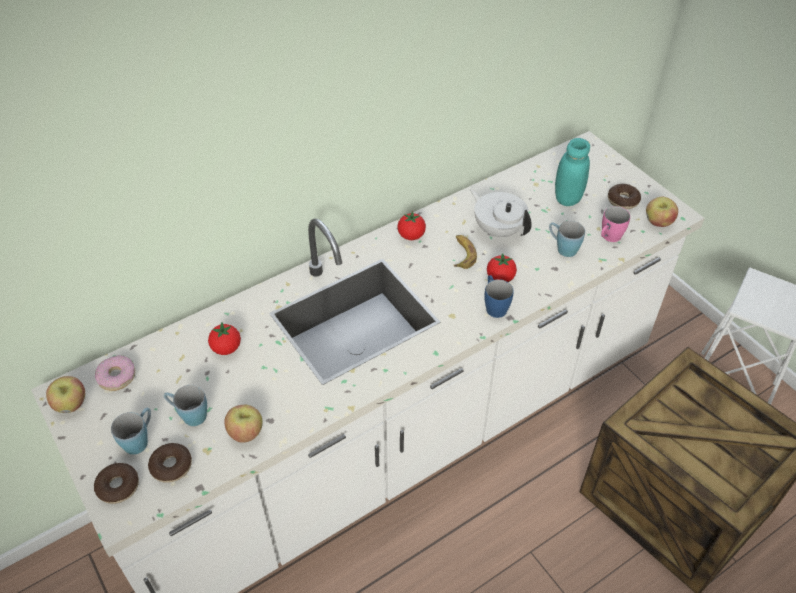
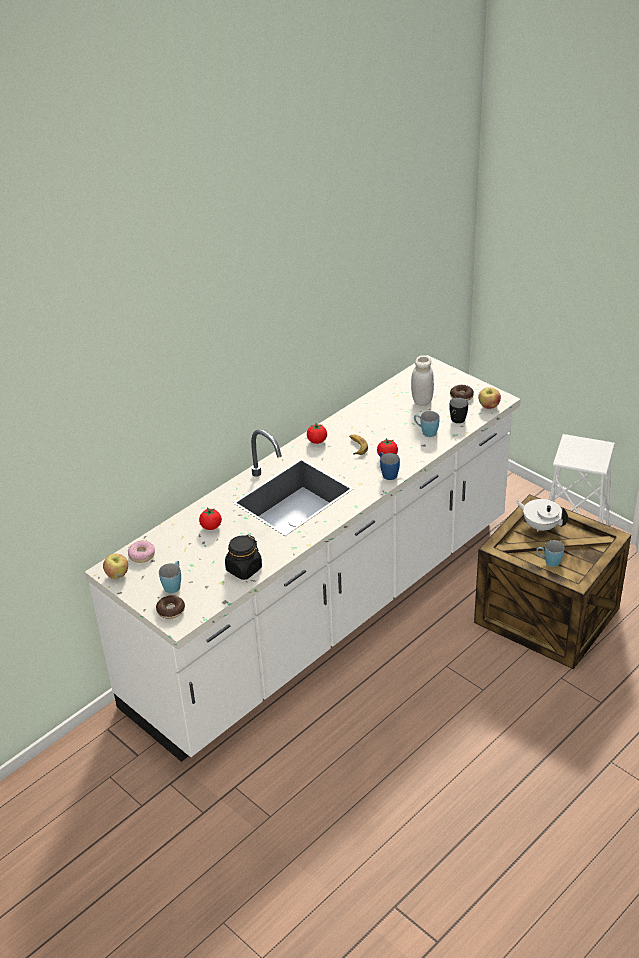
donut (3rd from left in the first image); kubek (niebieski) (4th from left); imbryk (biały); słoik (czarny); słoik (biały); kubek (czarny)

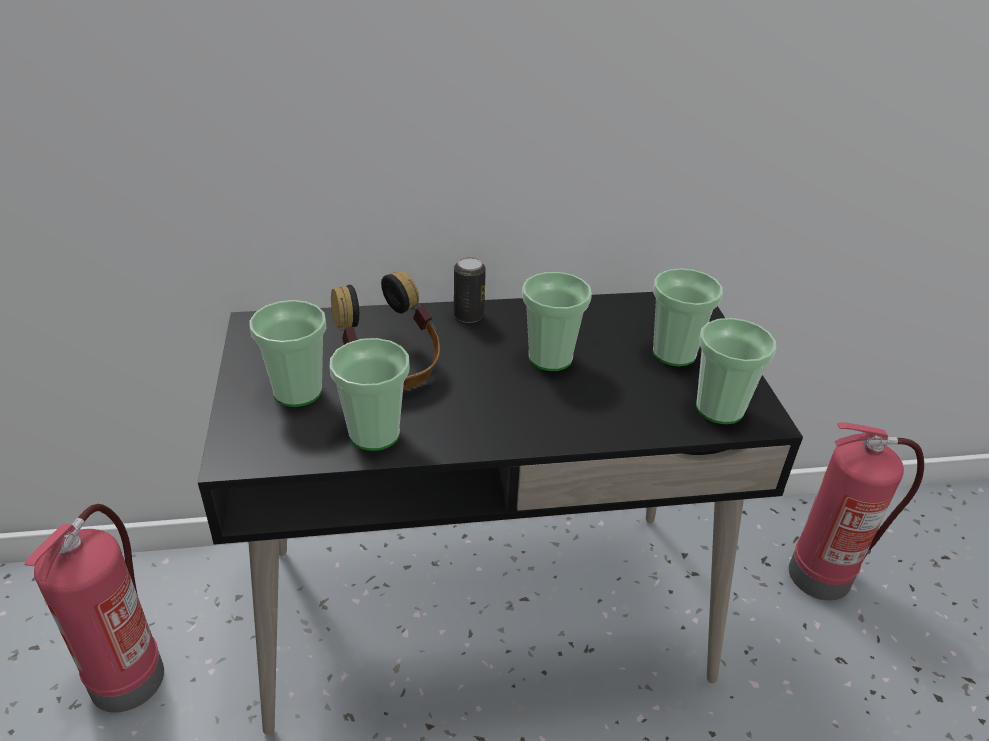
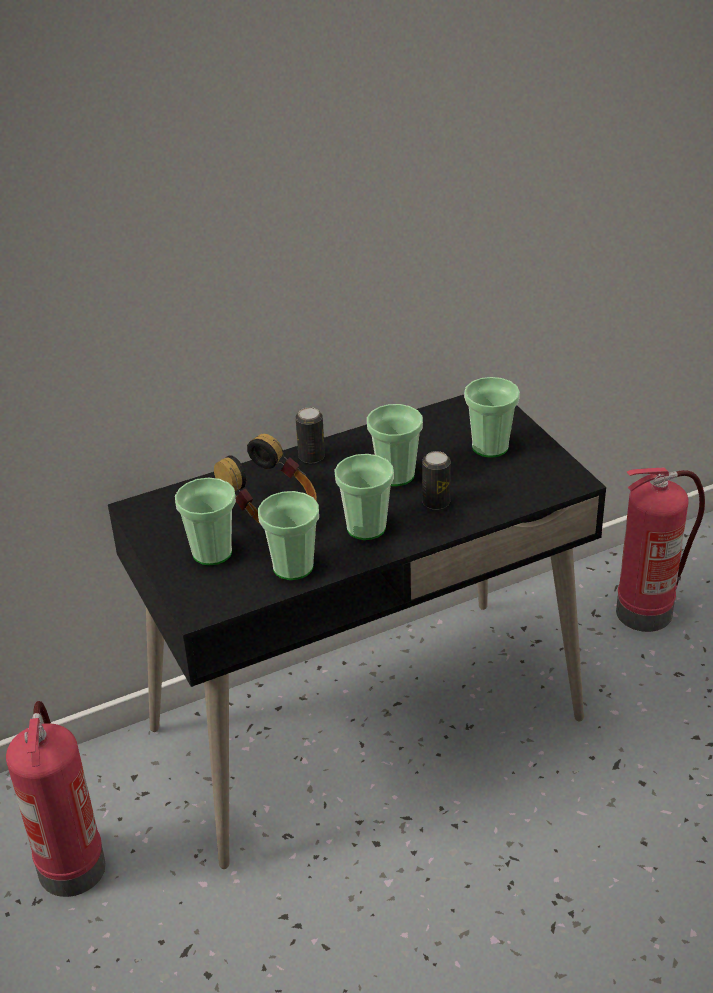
puszka (2nd from left); filiżanka (3rd from left)

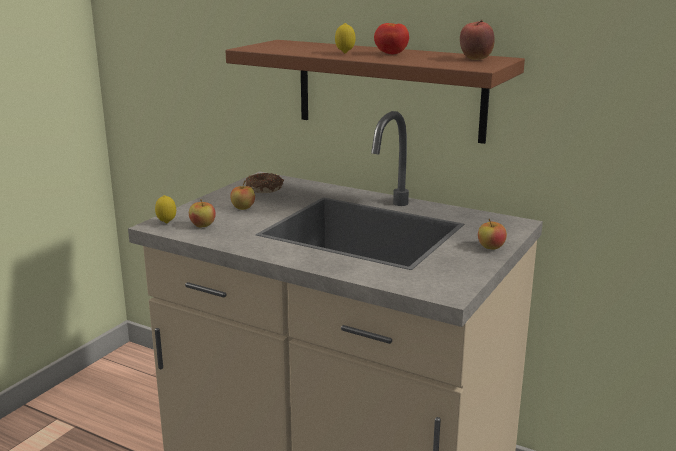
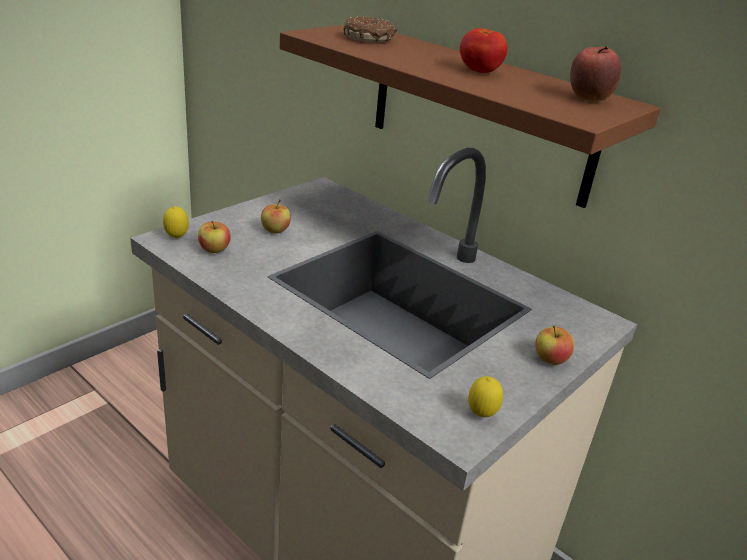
donut; cytryna (2nd from left)

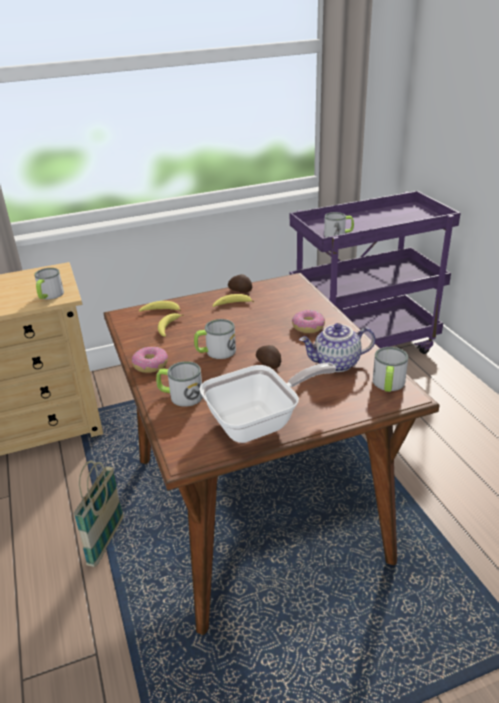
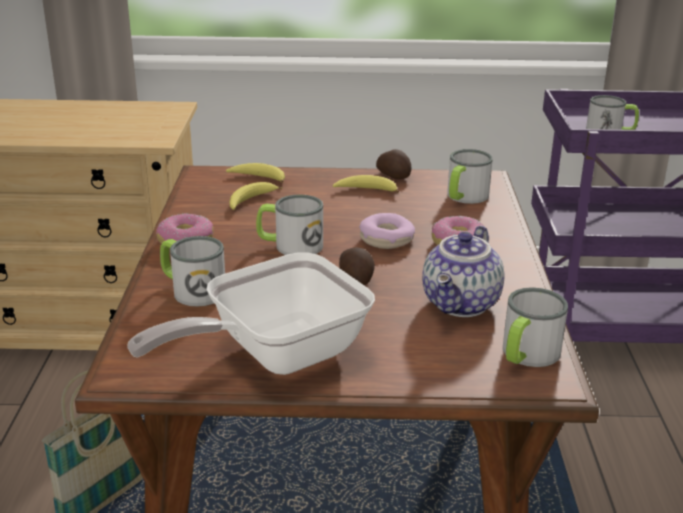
donut (2nd from left); kubek (3rd from left); patelnia; imbryk

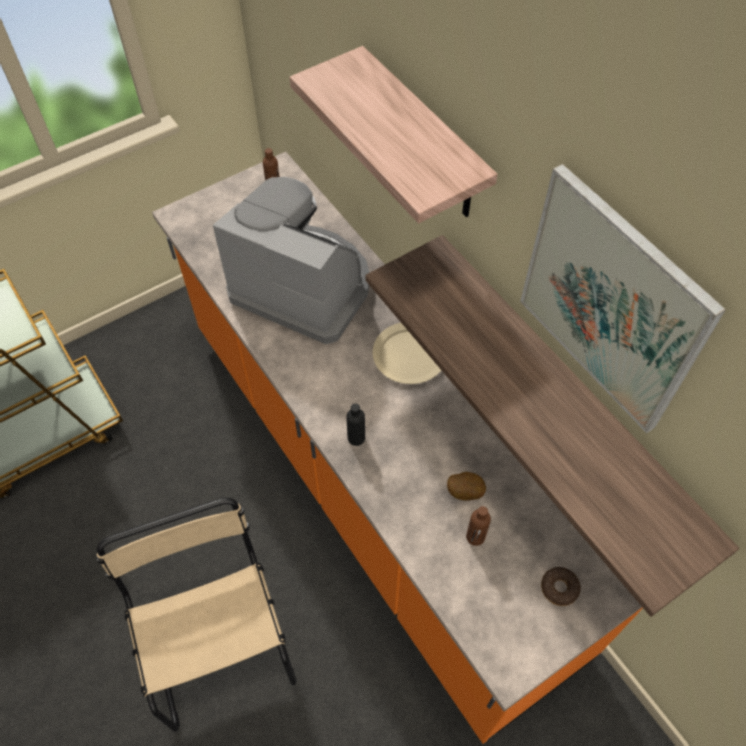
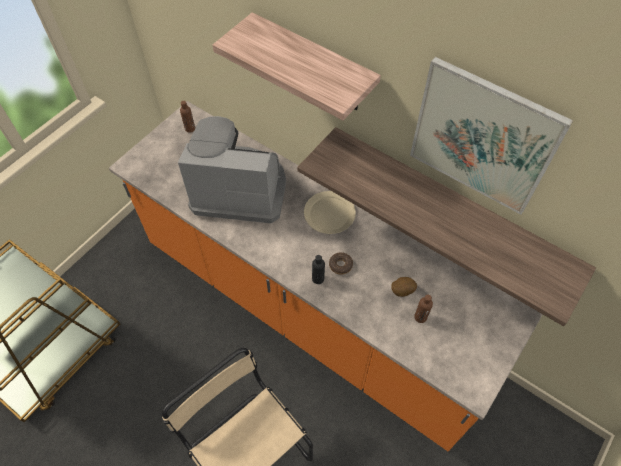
donut

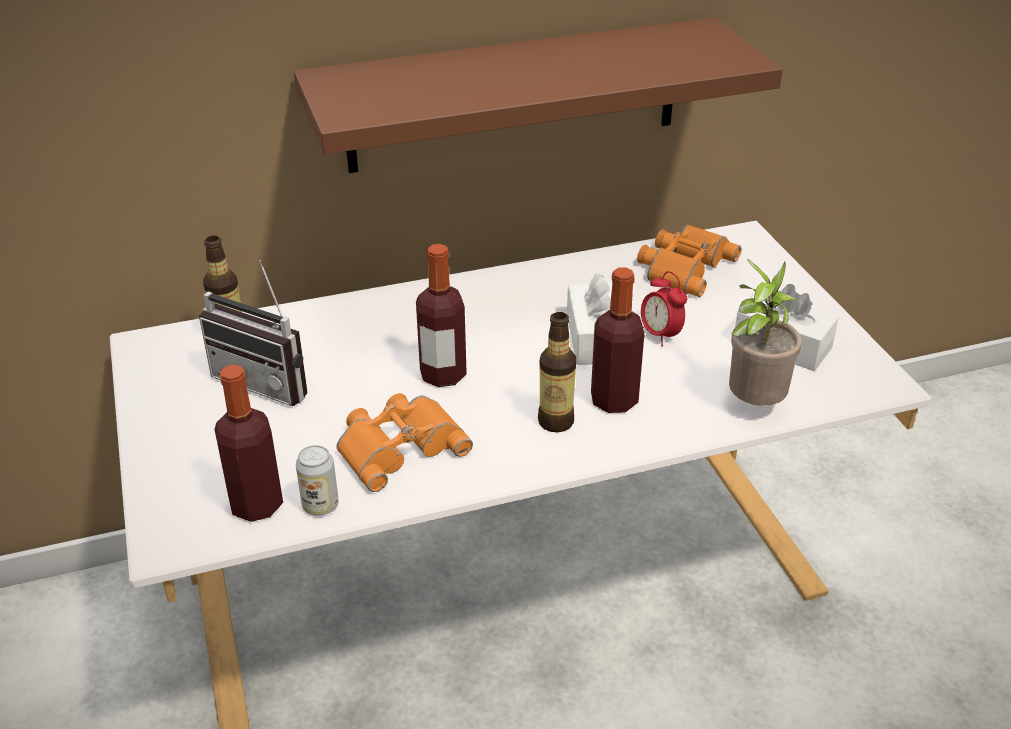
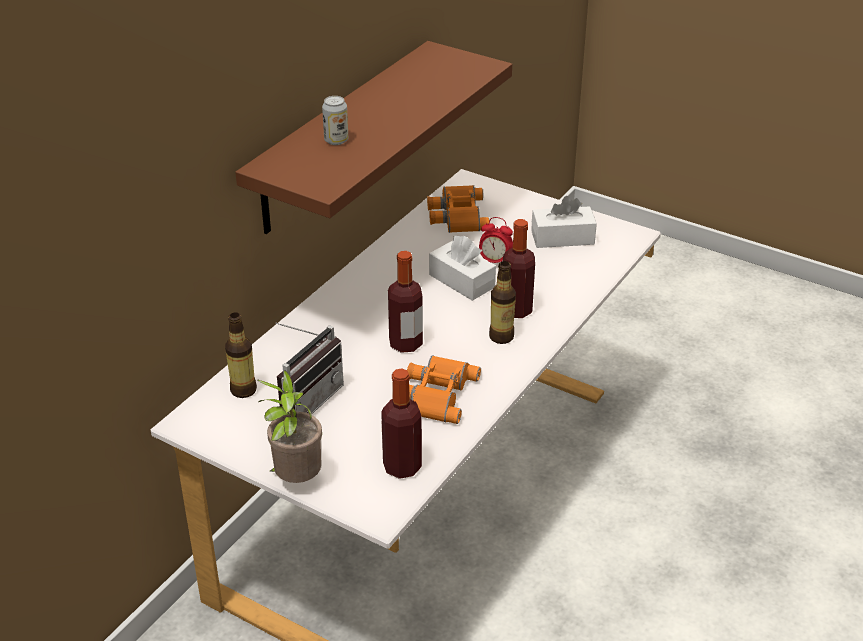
puszka; roślina doniczkowa; radio

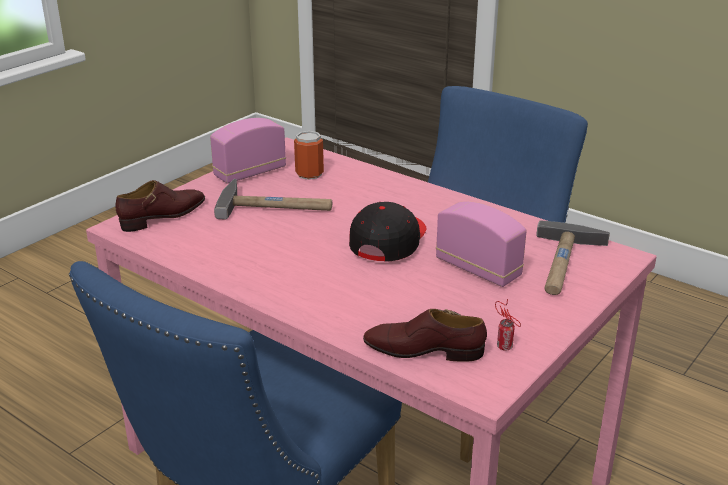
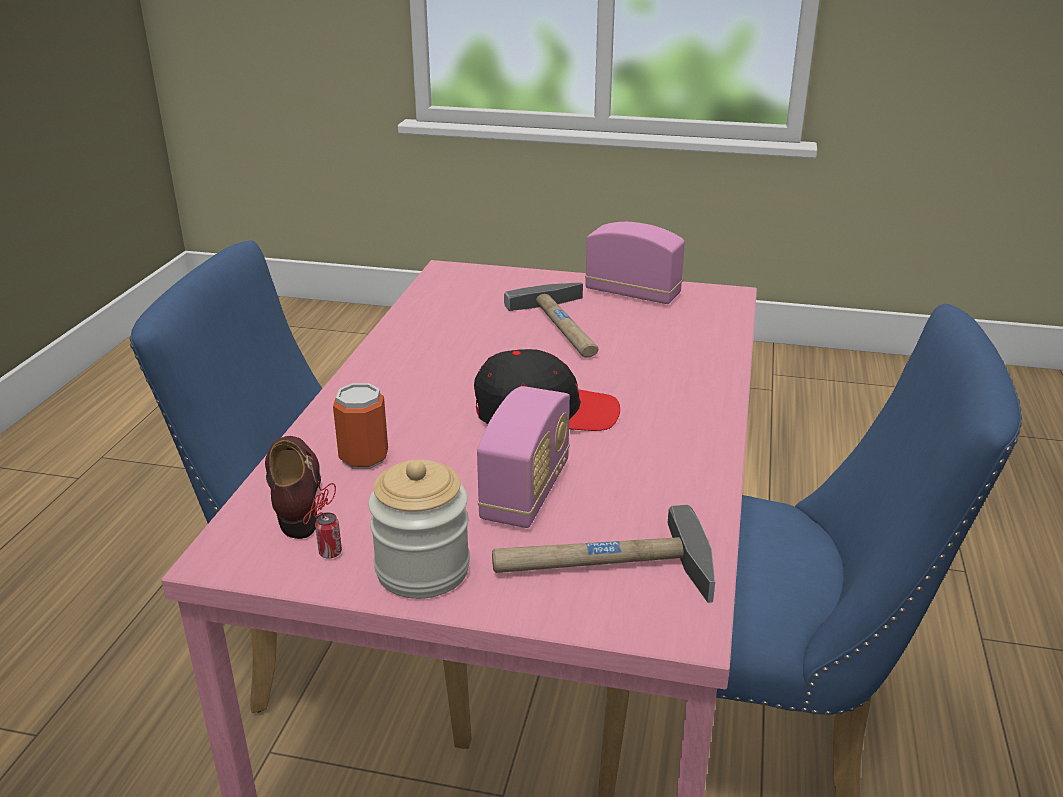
but (brązowy) (1st from left in the first image); słoik; puszka (2nd from left)

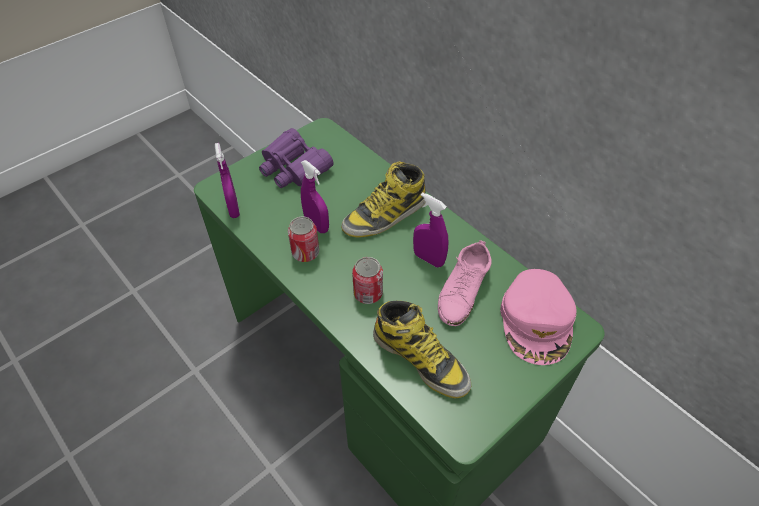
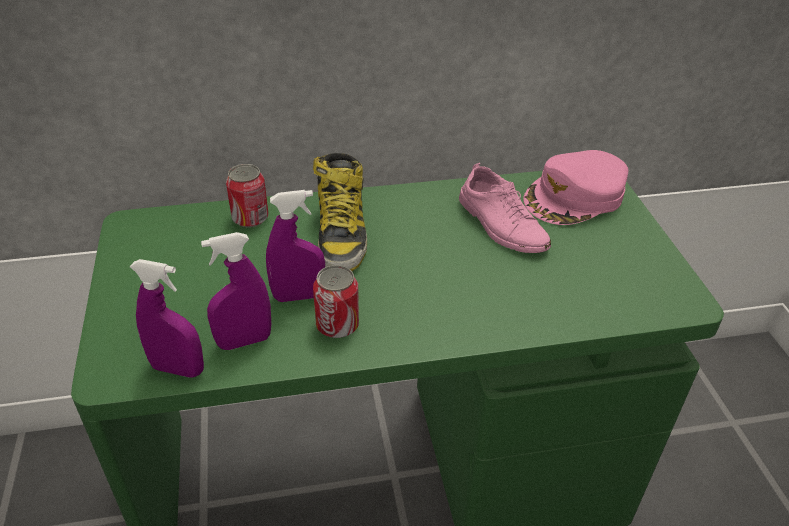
lornetka (fioletowy); but z cholewką (2nd from left in the first image); puszka (1st from left); spryskiwacz (fioletowy) (2nd from left); czapka z daszkiem (różowy)

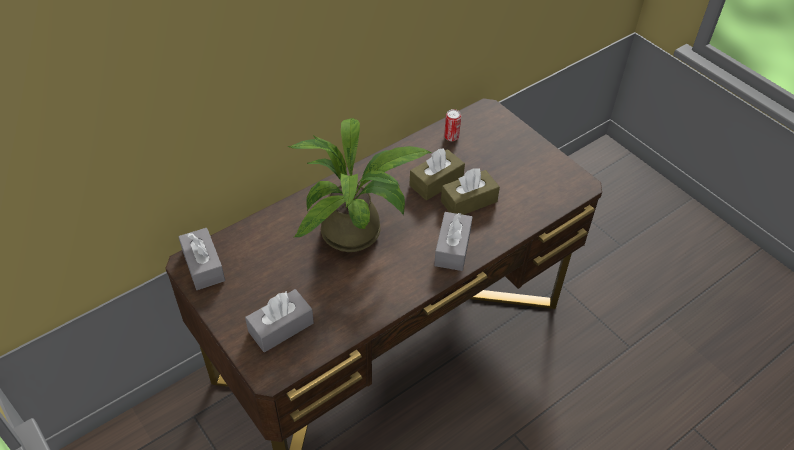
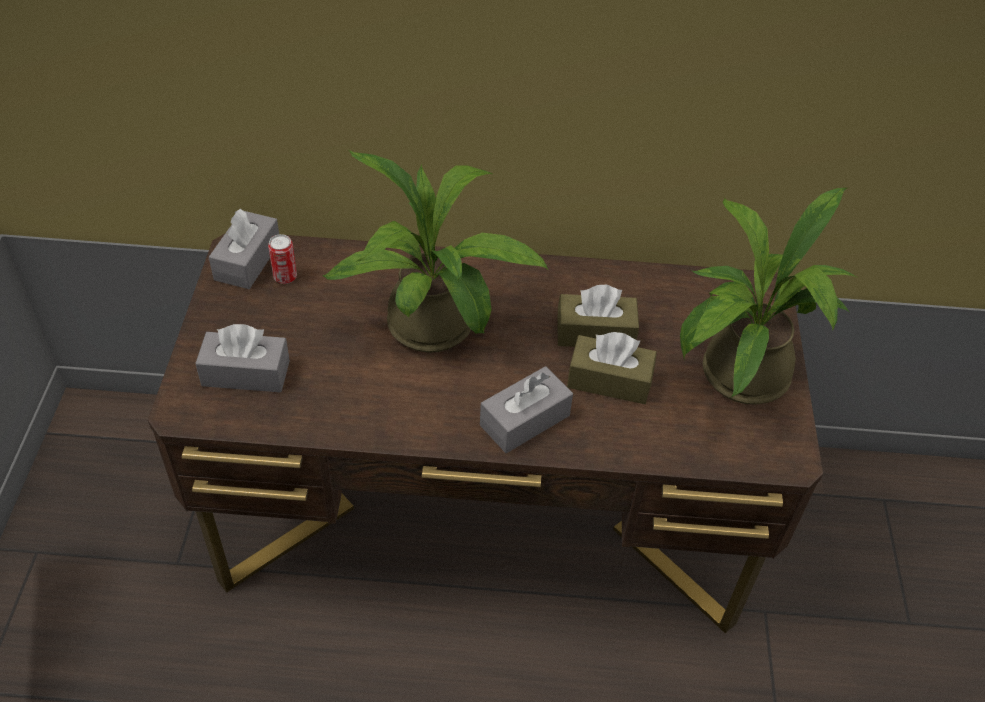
roślina doniczkowa (2nd from left); puszka

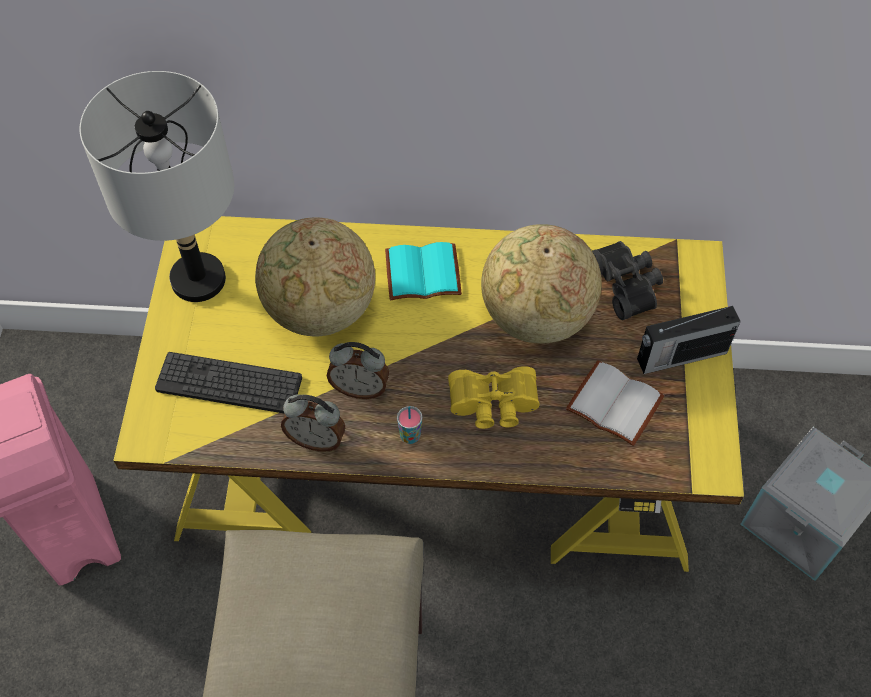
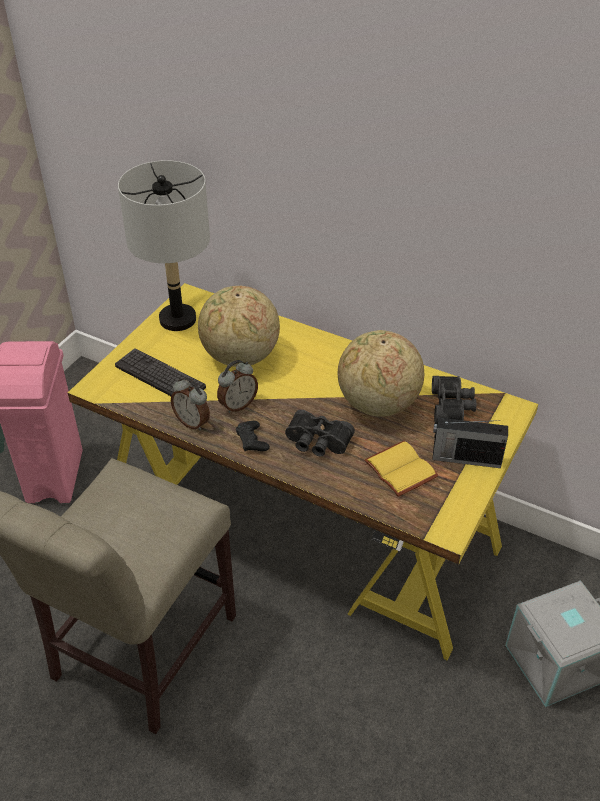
książka (turkusowy); pad do gier (czarny); lornetka (czarny) (1st from left); książka (żółty); budzik (2nd from left)

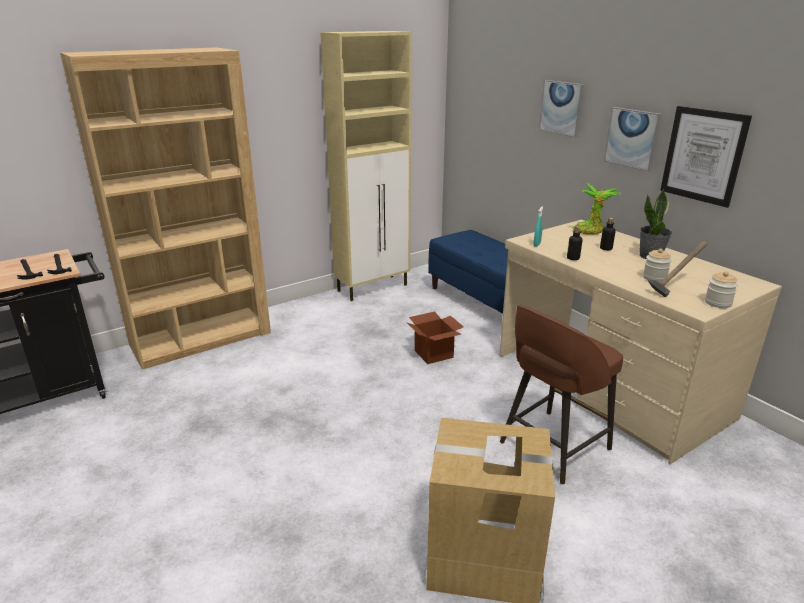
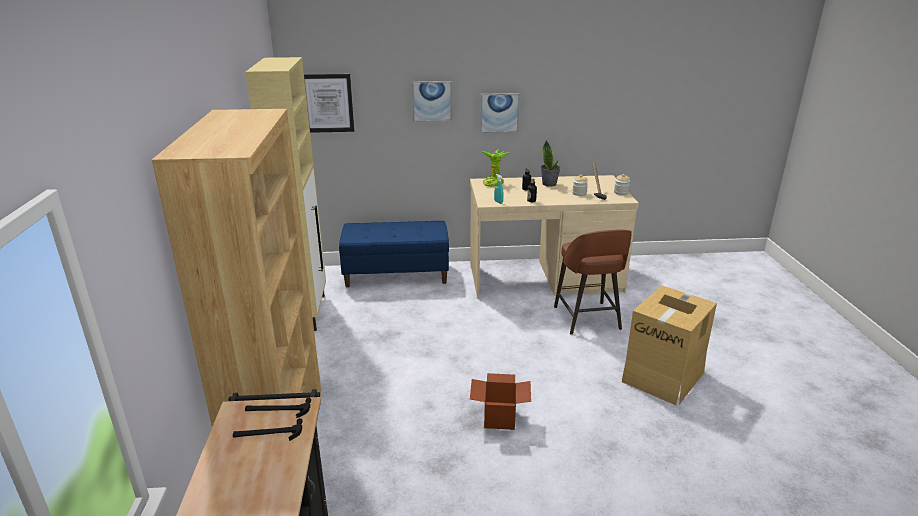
karton (1st from left); obraz (1st from left)

